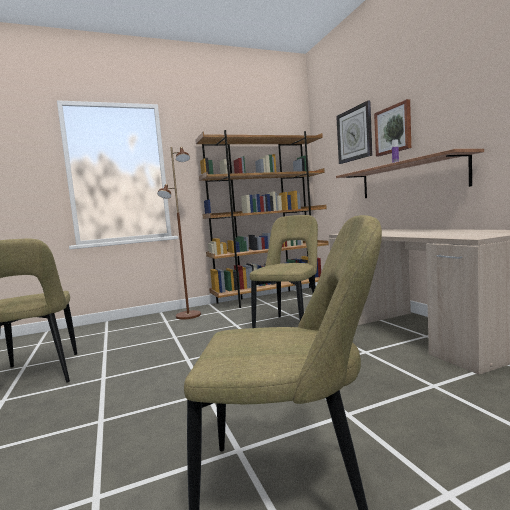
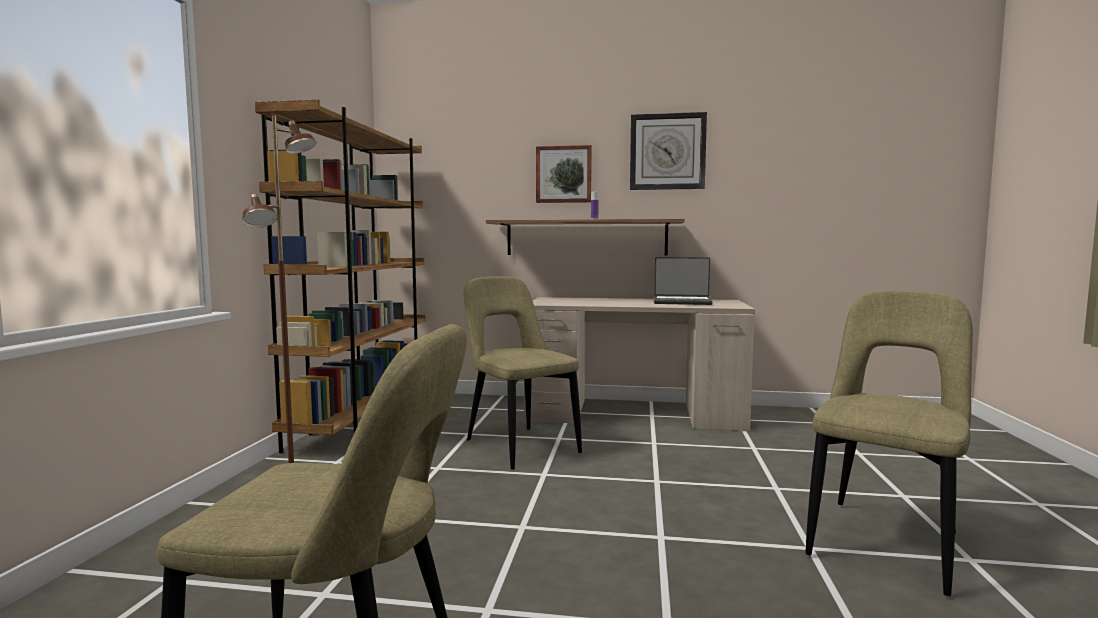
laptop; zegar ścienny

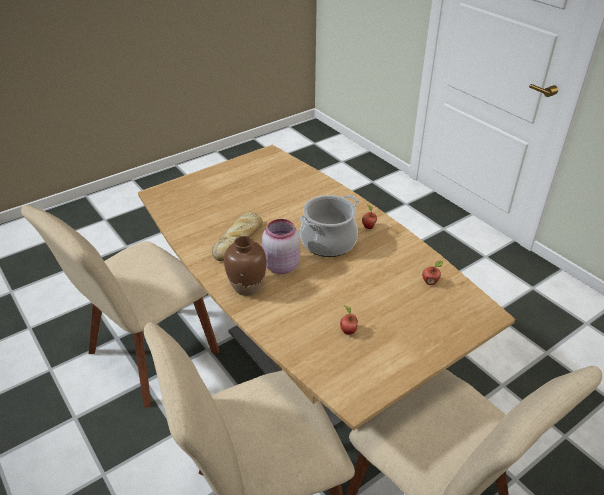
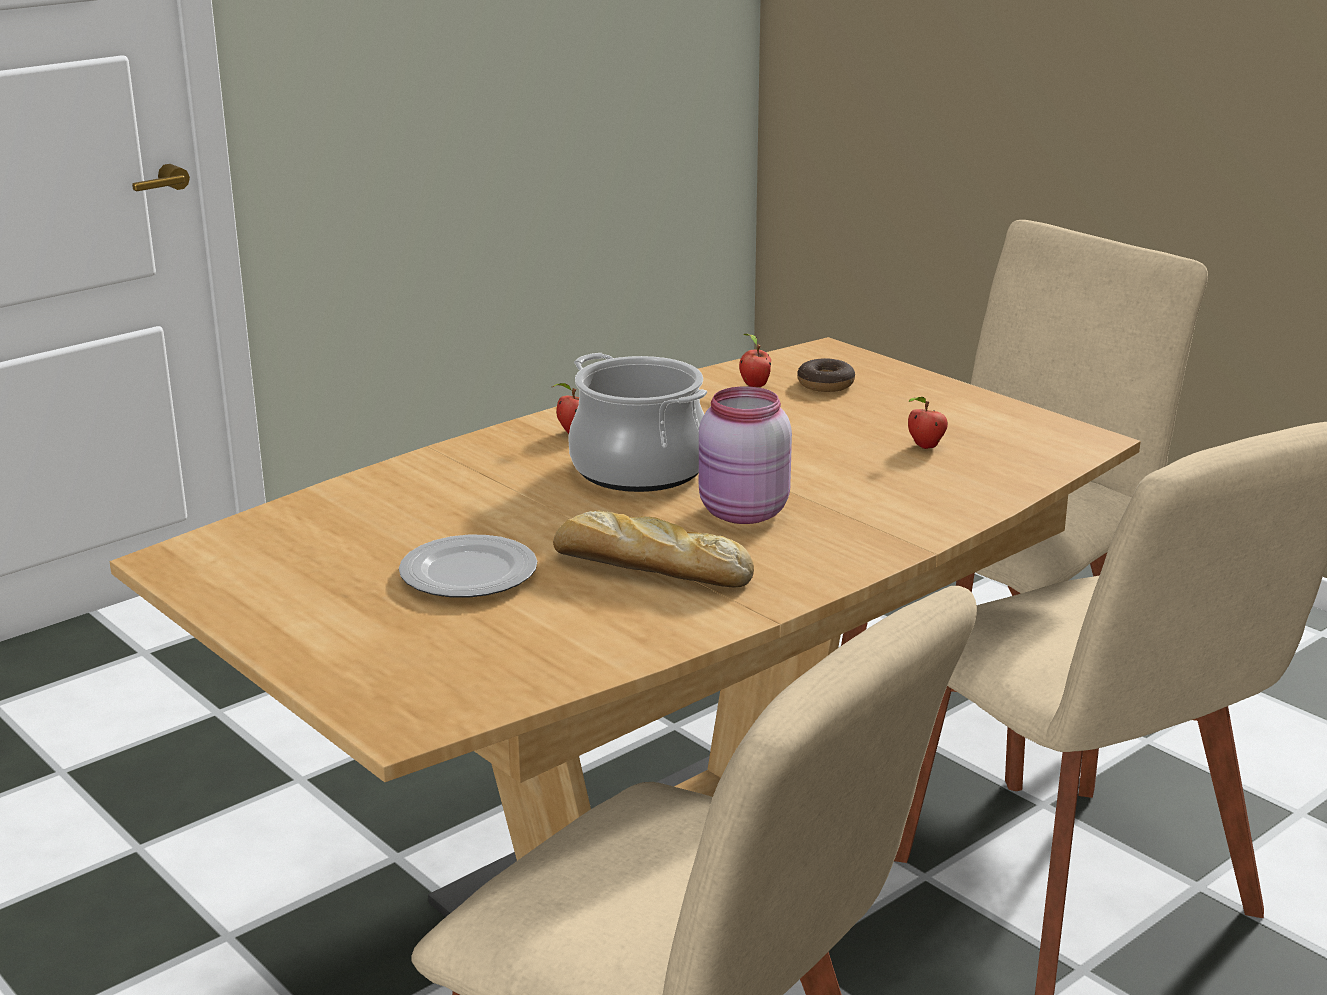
wazon (brązowy); talerz; donut

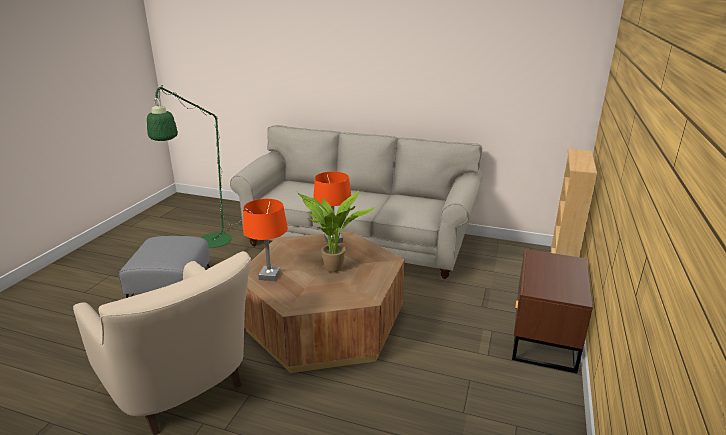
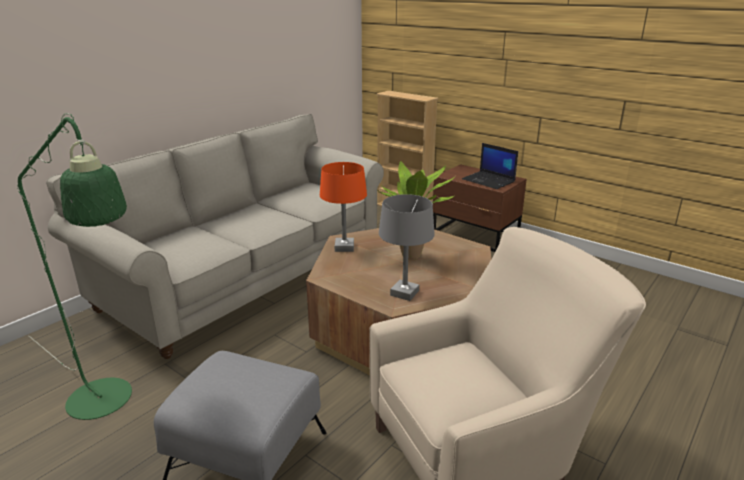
laptop; lampa stołowa (szary)

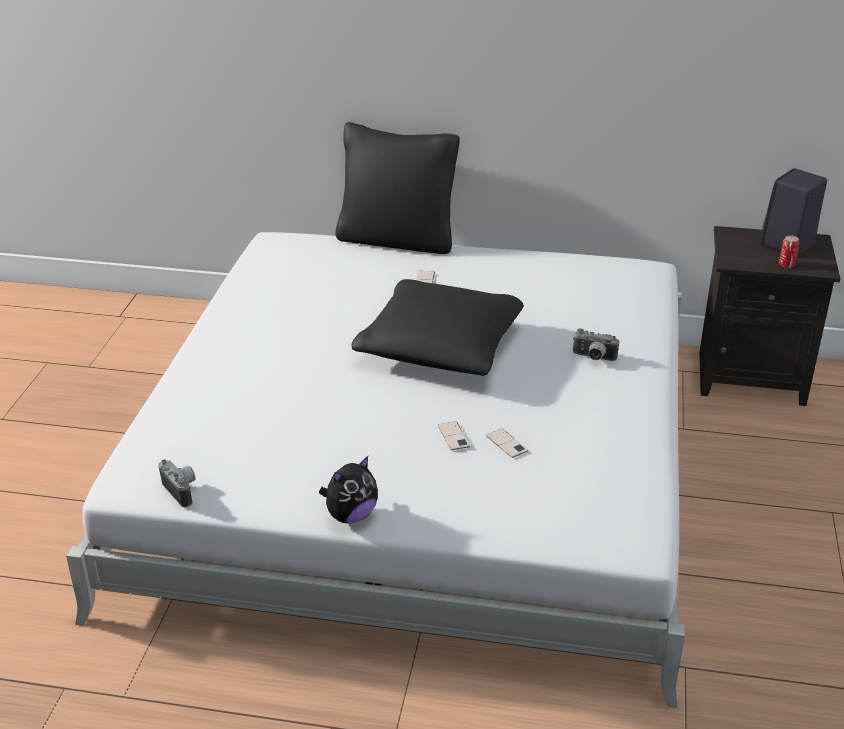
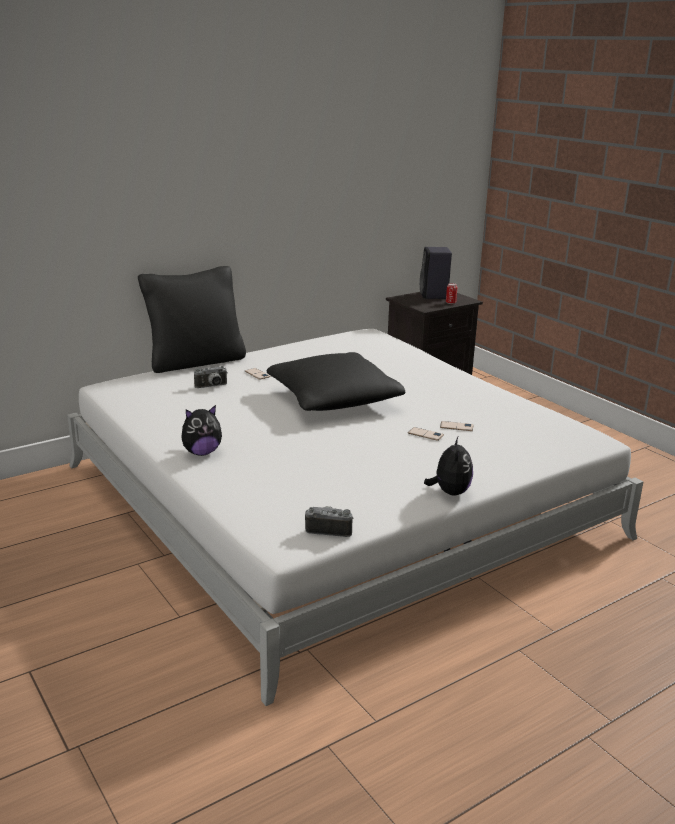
pluszak (1st from left); aparat fotograficzny (1st from left)

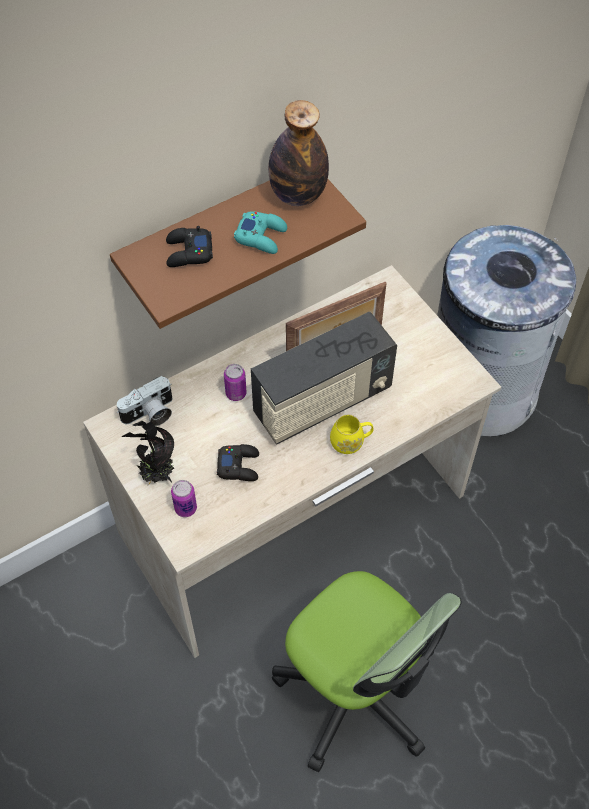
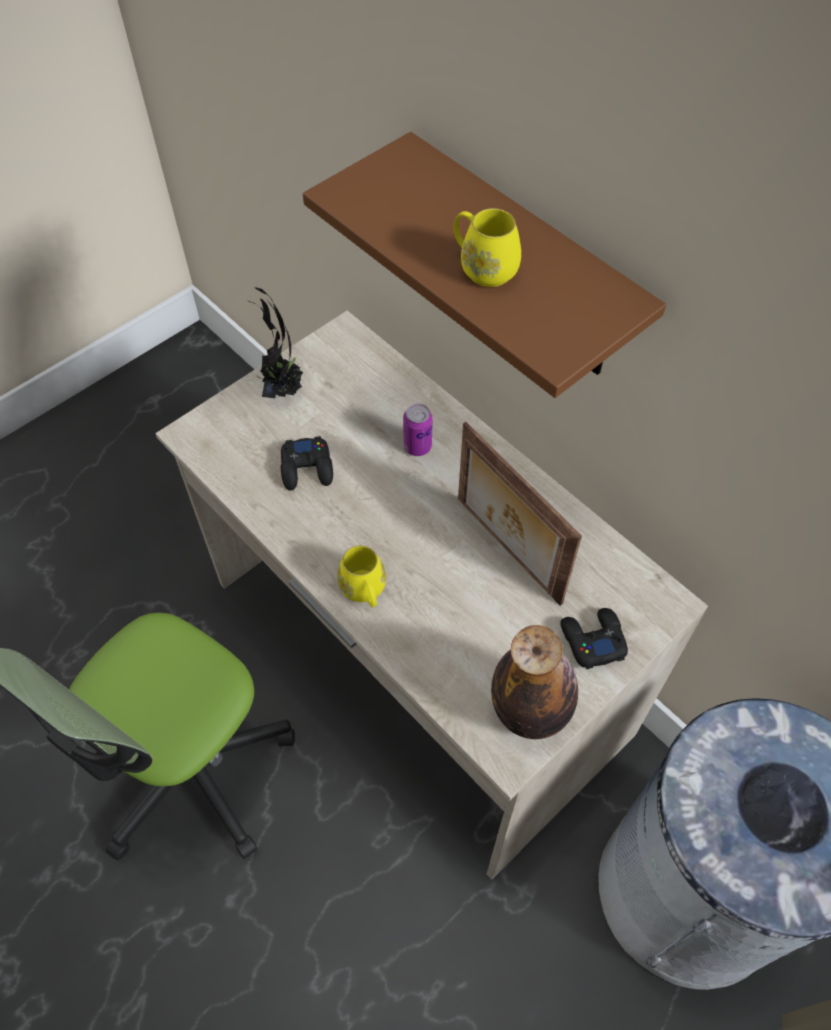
aparat fotograficzny; puszka (1st from left in the first image); radio; pad do gier (czarny) (2nd from left); butelka; kubek (żółty) (2nd from left)

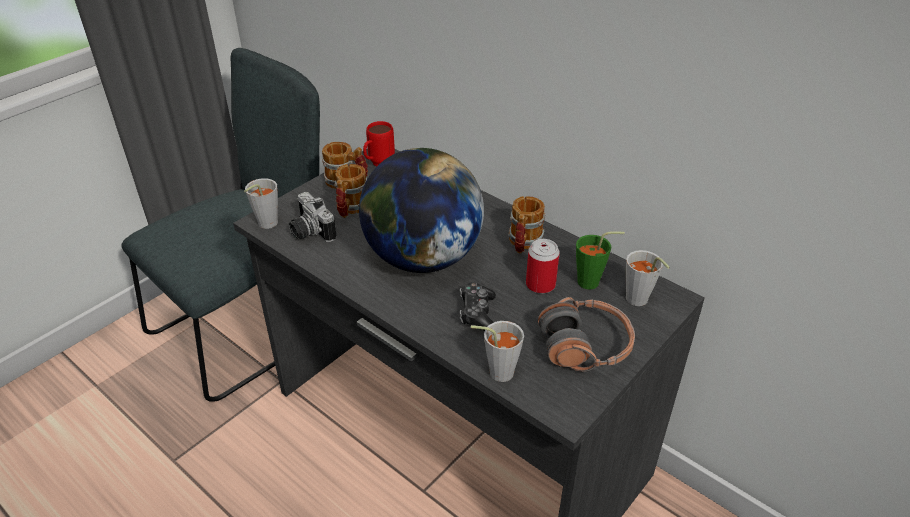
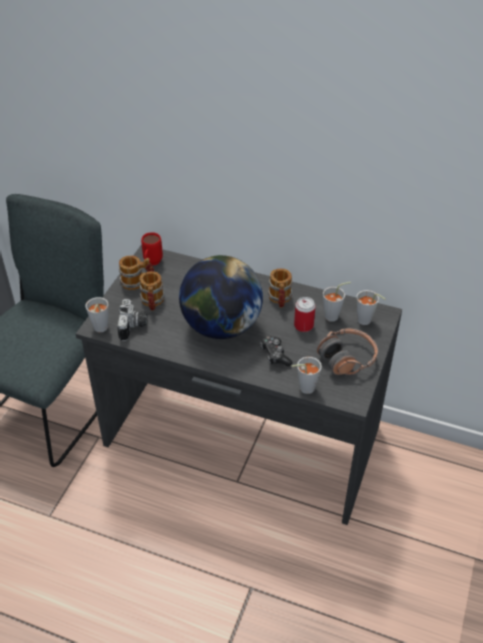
filiżanka (szary) (3rd from left); aparat fotograficzny

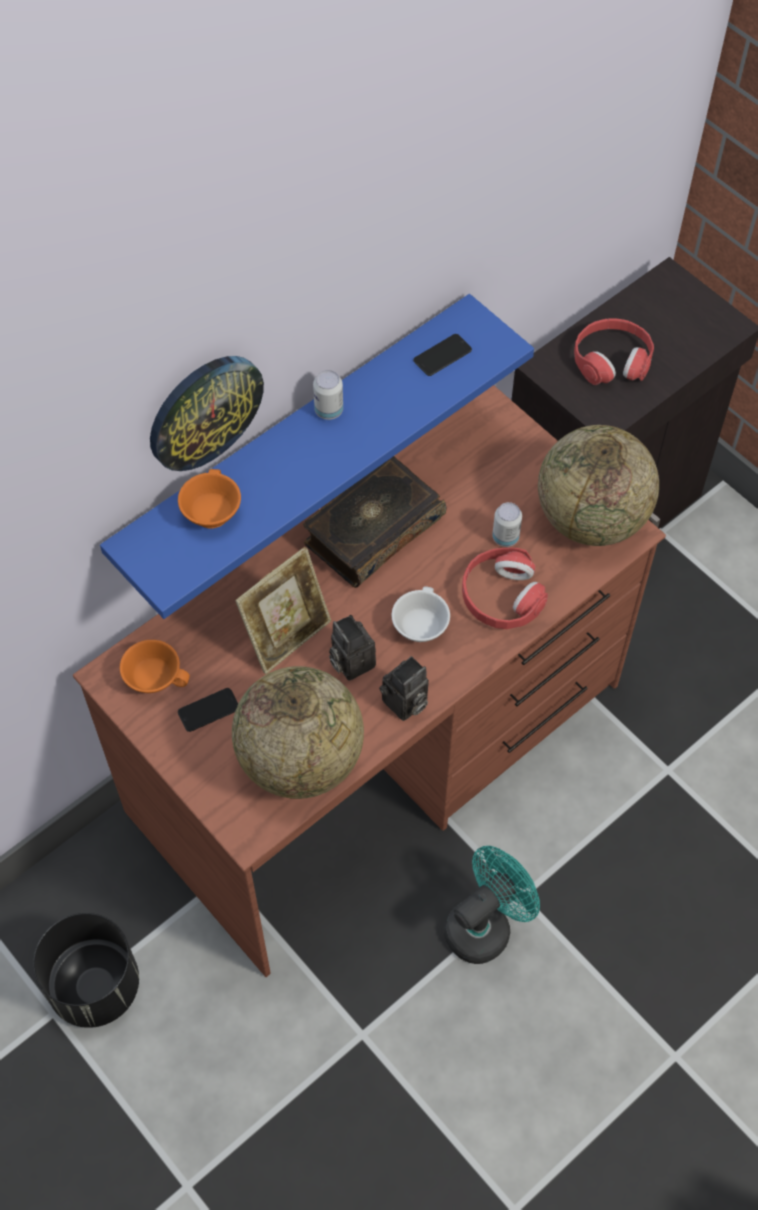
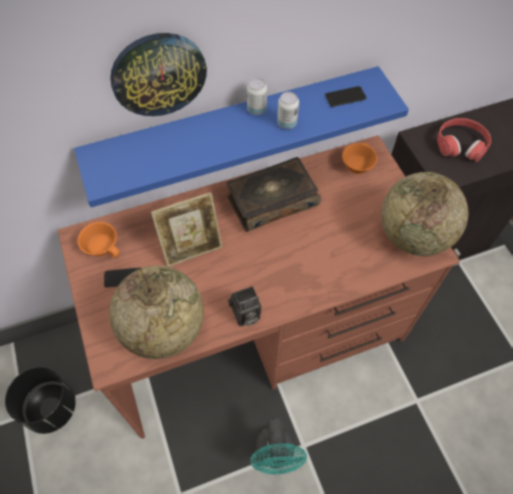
aparat fotograficzny (1st from left in the first image); filiżanka (biały); słuchawki (czerwony) (1st from left in the first image); filiżanka (pomarańczowy) (2nd from left); puszka (2nd from left); wentylator (turkusowy)

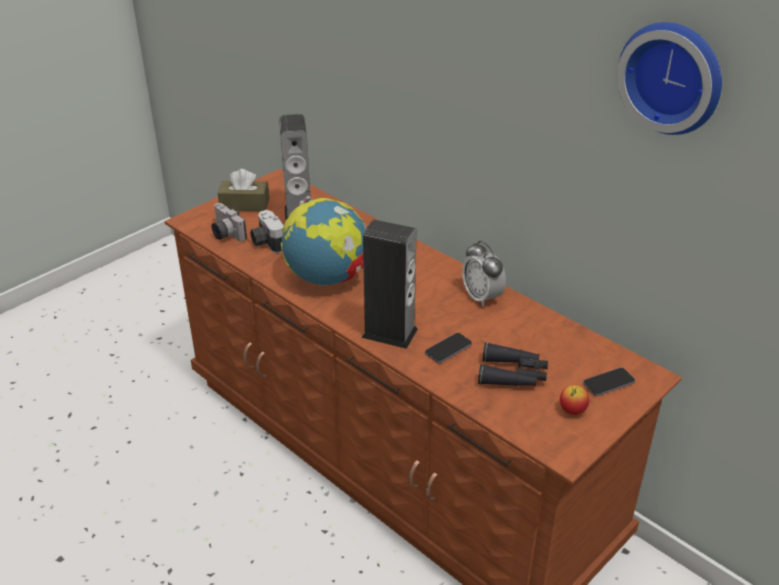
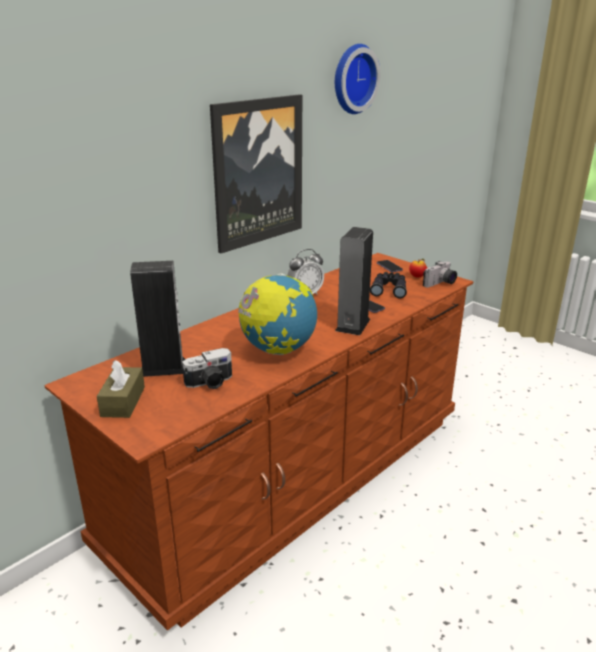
obraz; aparat fotograficzny (2nd from left)

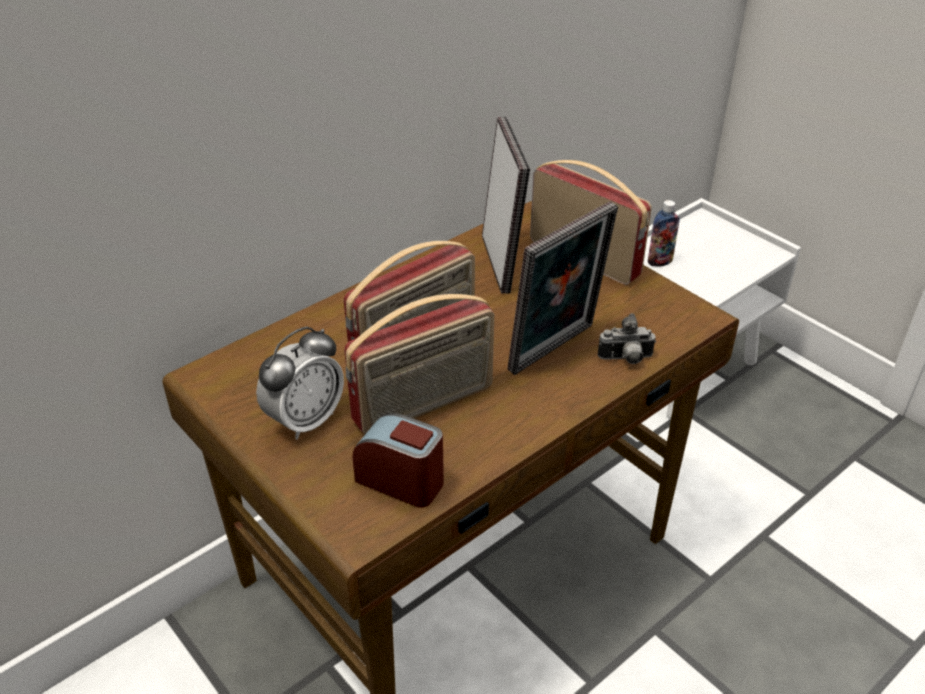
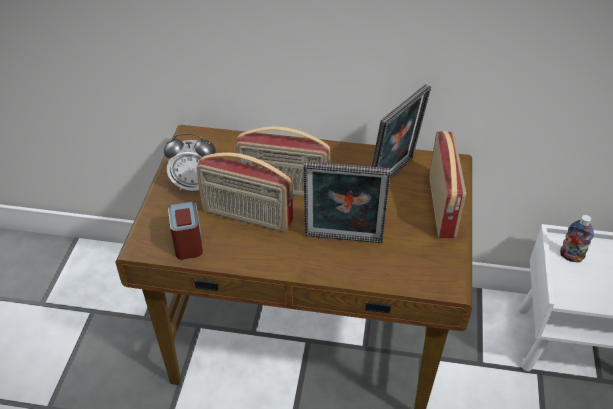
aparat fotograficzny

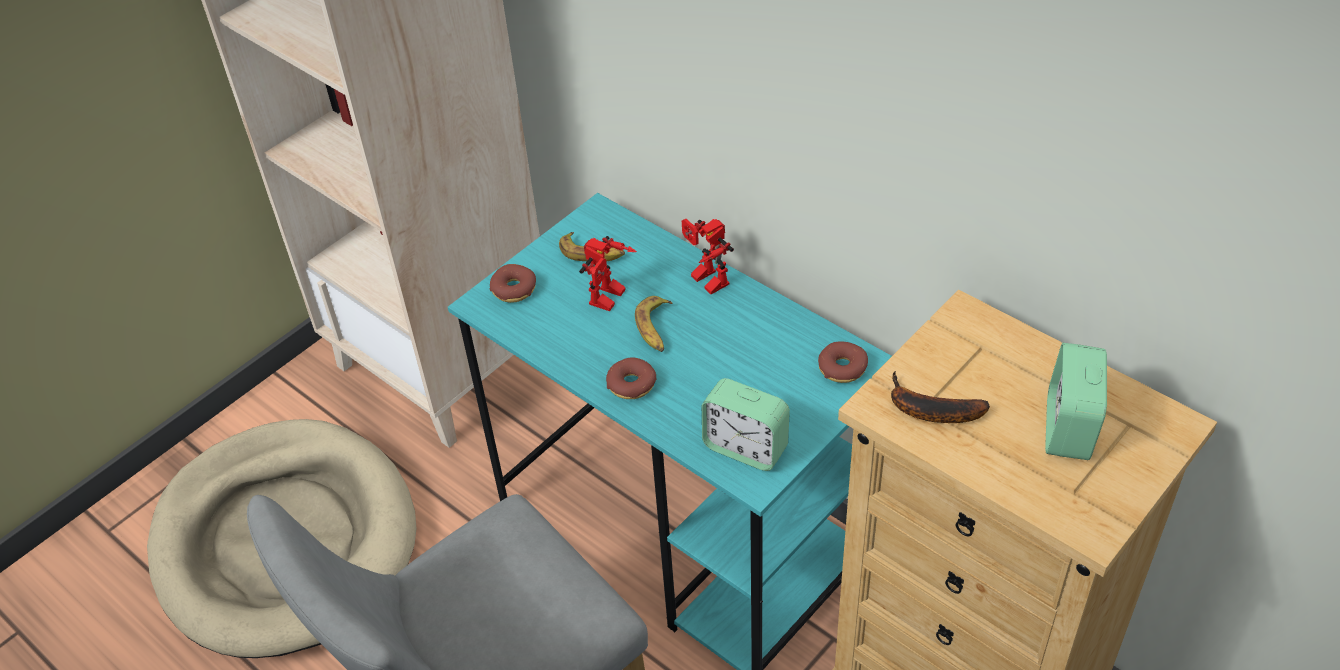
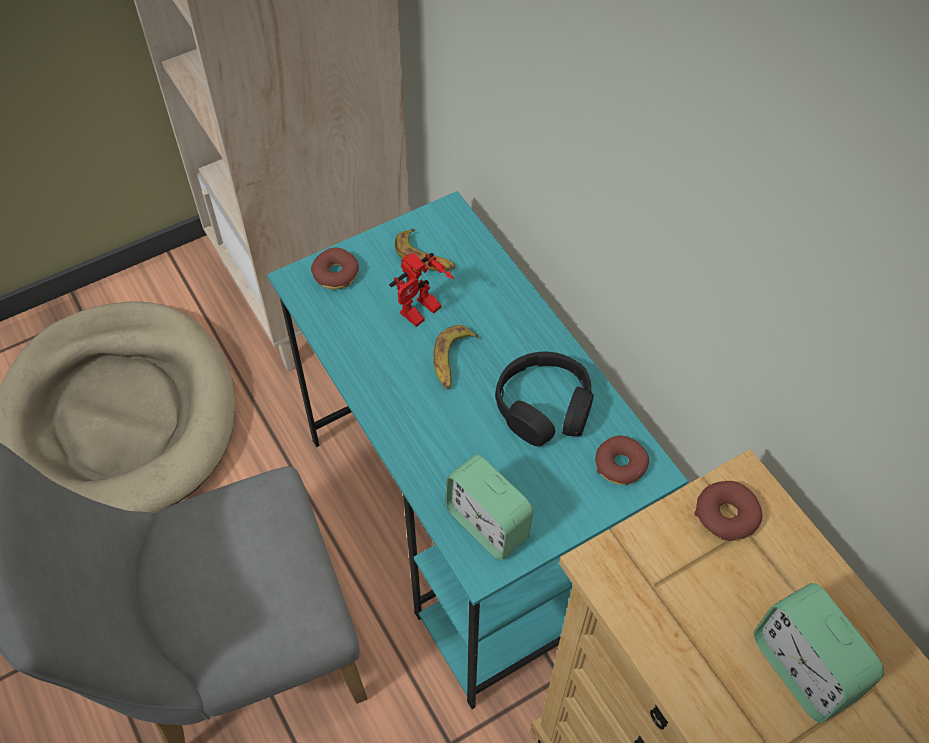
robot zabawkowy (2nd from left in the first image); banan (3rd from left in the first image); słuchawki (czarny); donut (3rd from left); budzik (2nd from left)

